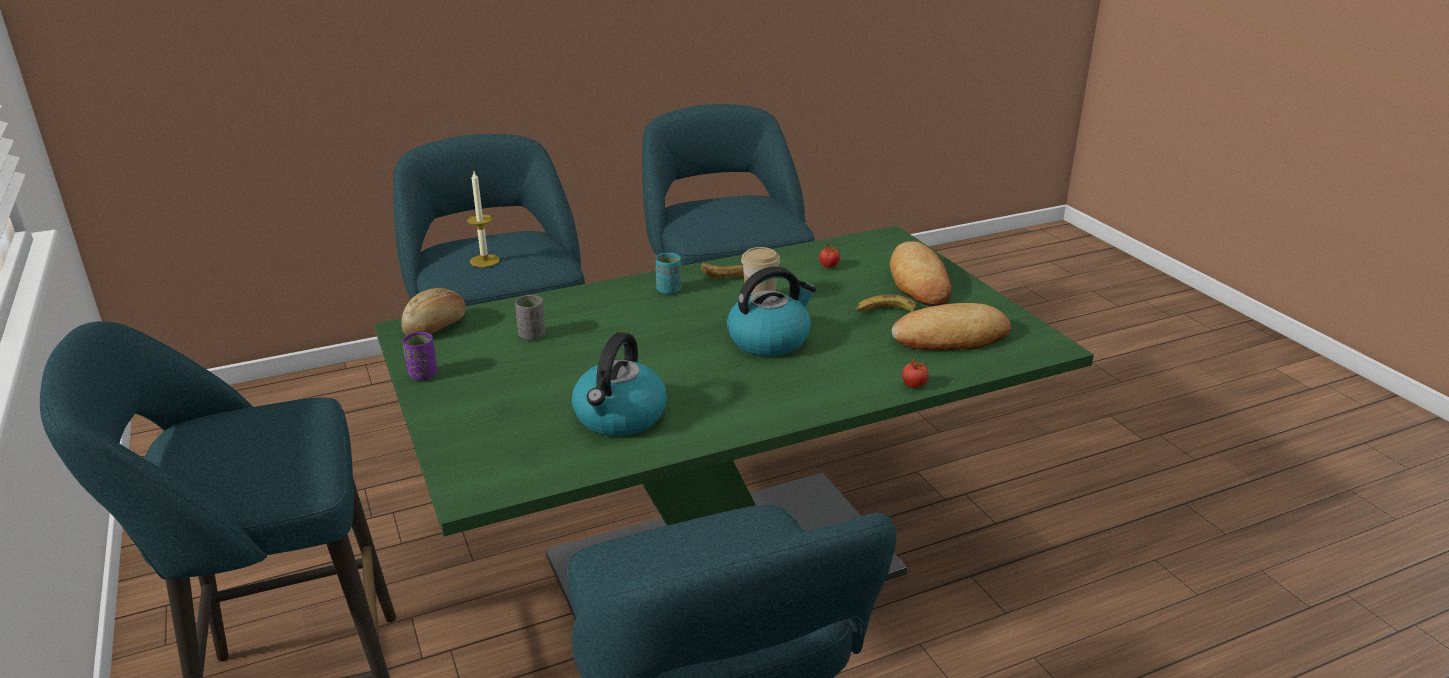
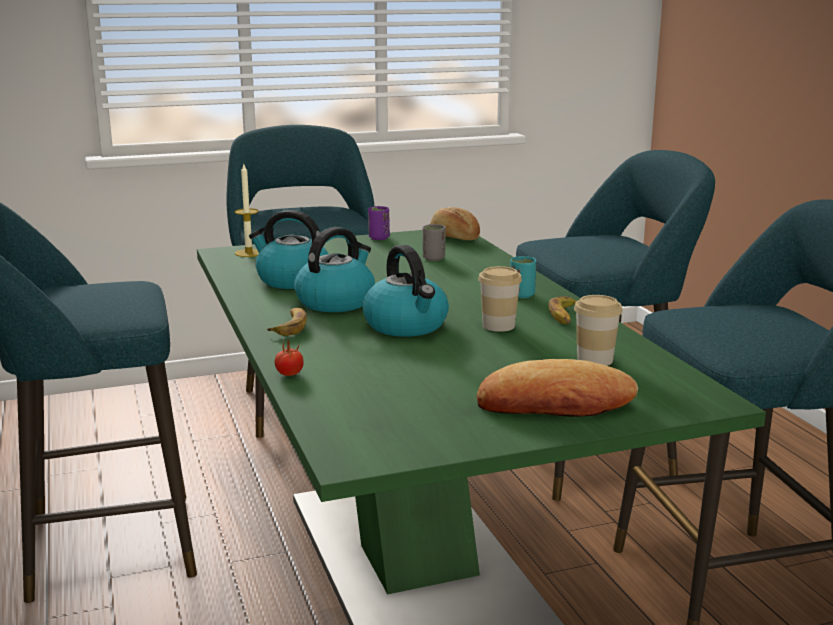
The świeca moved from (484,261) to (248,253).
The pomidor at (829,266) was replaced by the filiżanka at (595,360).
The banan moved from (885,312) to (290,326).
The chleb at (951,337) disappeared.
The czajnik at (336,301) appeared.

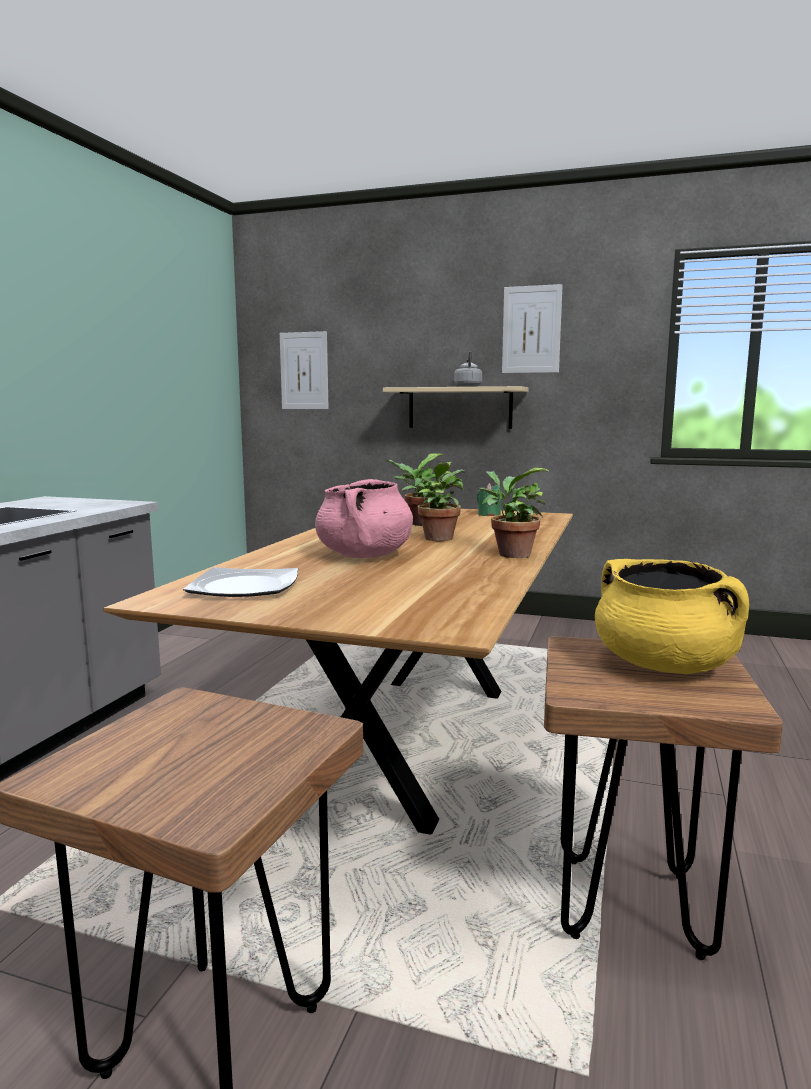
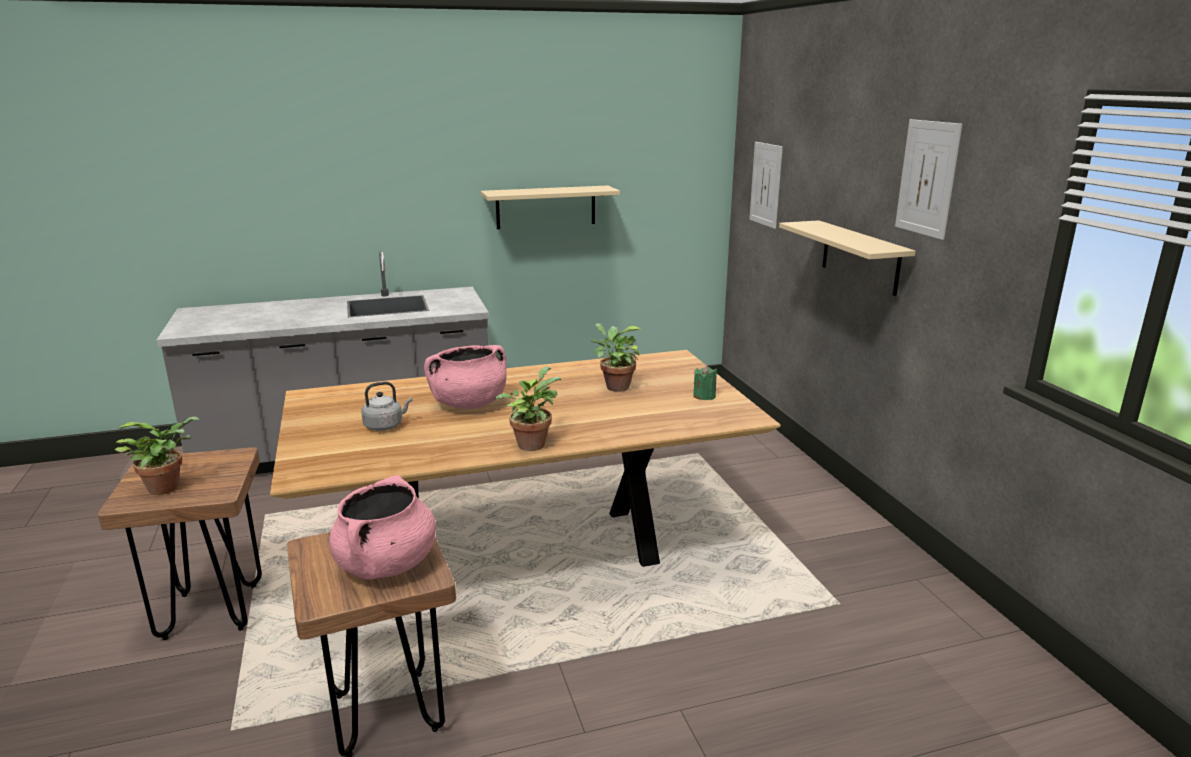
The czajnik [szary] moved from (468,386) to (385,426).
The roślina doniczkowa moved from (437,538) to (168,487).
The garnek [żółty] at (664,665) became the garnek [różowy] at (386,565).
The talerz at (245,586) disappeared.
The półka [beżowy] at (546,207) appeared.

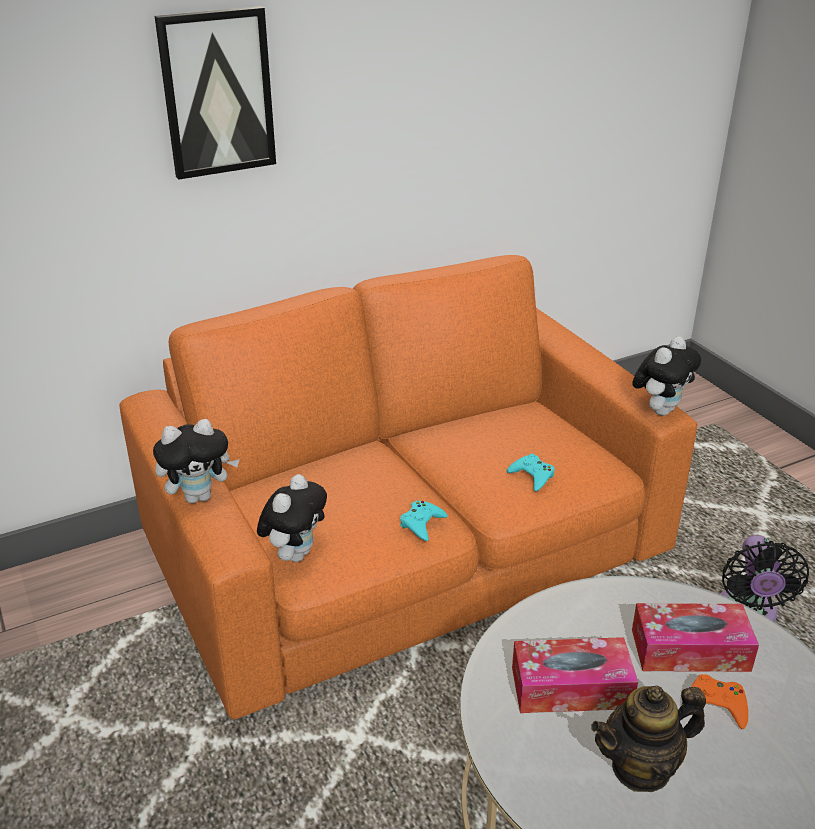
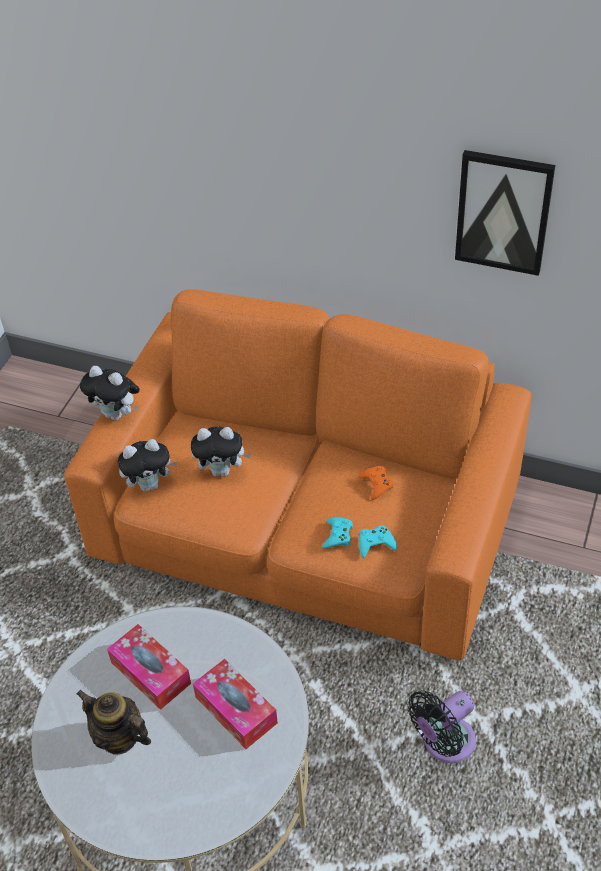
The obraz moved from (217,93) to (503,212).
The pluszak moved from (660,410) to (222,470).
The pad do gier [turkusowy] moved from (422,524) to (375,543).
The pad do gier [pomarańczowy] moved from (716,705) to (376,484).

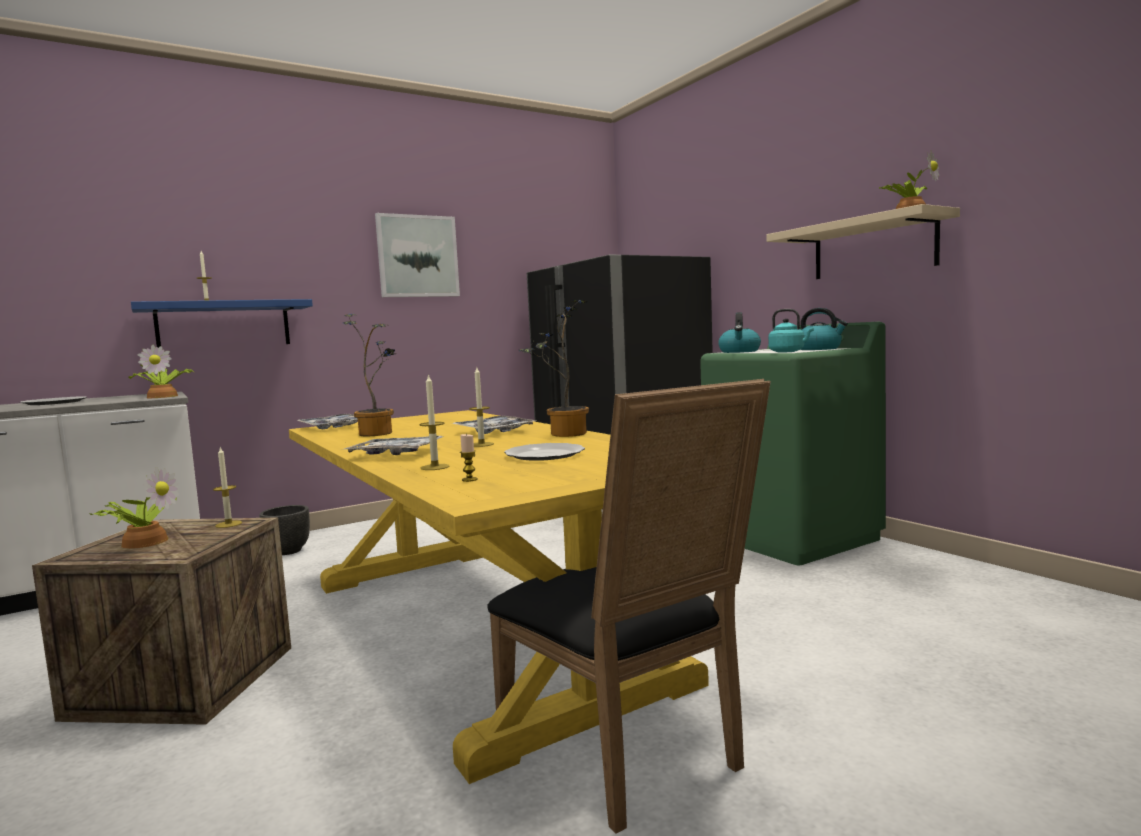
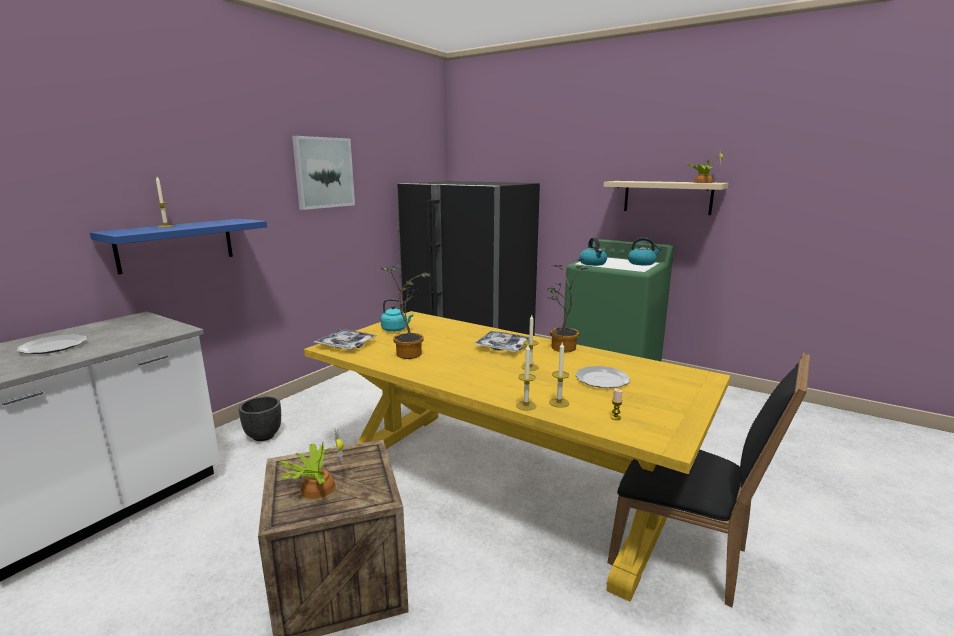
The czajnik [turkusowy] moved from (788,352) to (396,329).
The roślina doniczkowa at (164,396) disappeared.
The taca at (396,454) disappeared.
The świeca moved from (228,524) to (526,405).

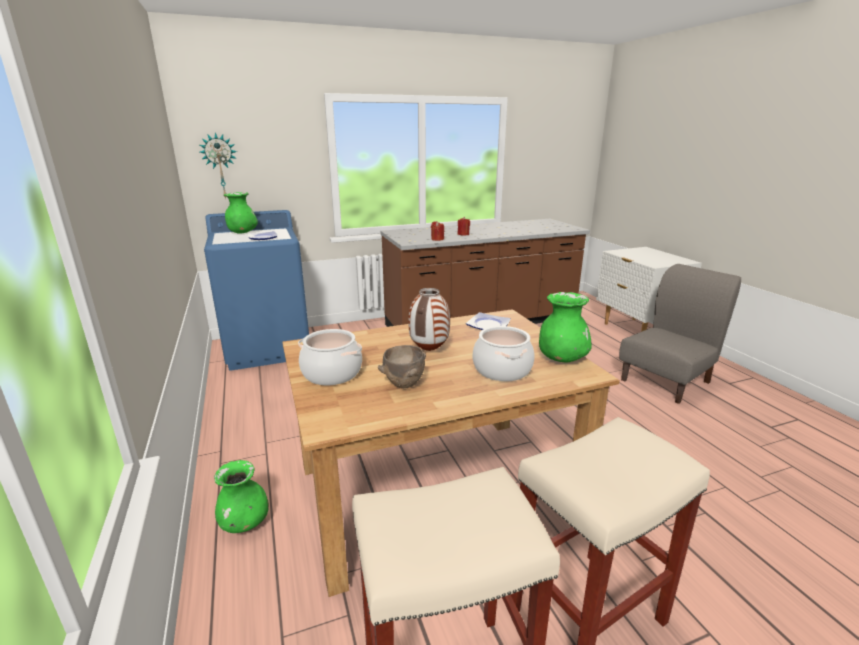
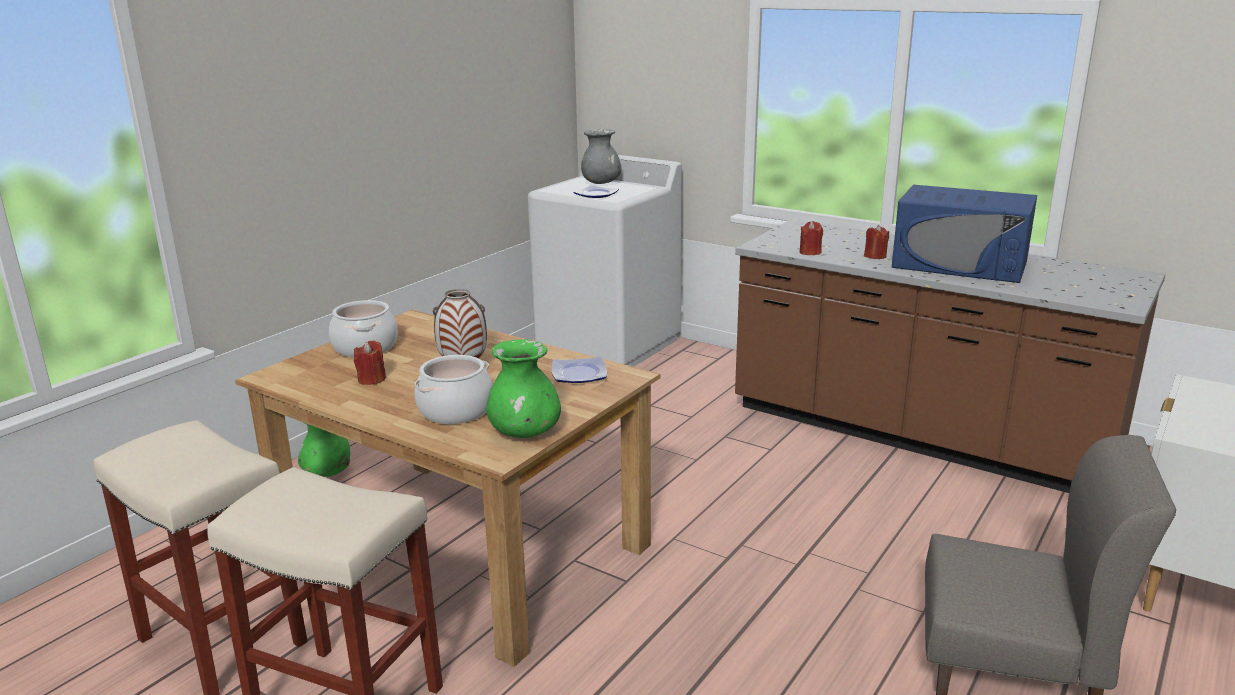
The zegar ścienny at (220,166) disappeared.
The wazon [zielony] at (242,232) became the wazon [szary] at (601,183).
The pralka [niebieski] at (268,348) became the pralka [biały] at (609,346).
The miska [brązowy] at (404,385) was replaced by the świeca [czerwony] at (371,379).
The mikrofalówka [niebieski] at (960,264) appeared.

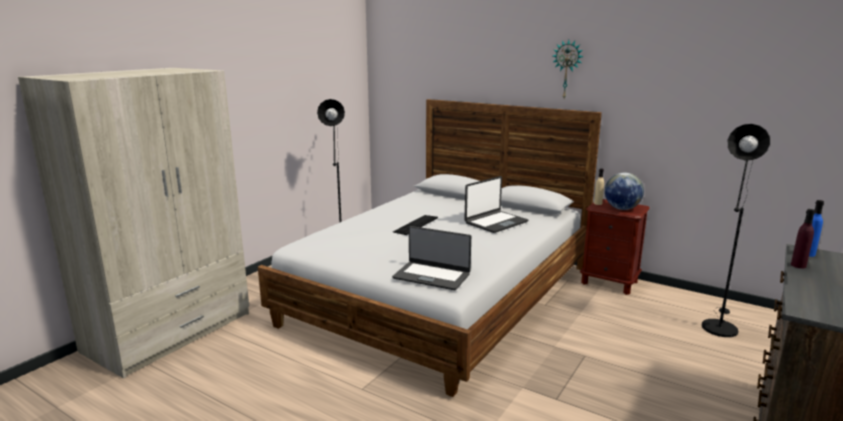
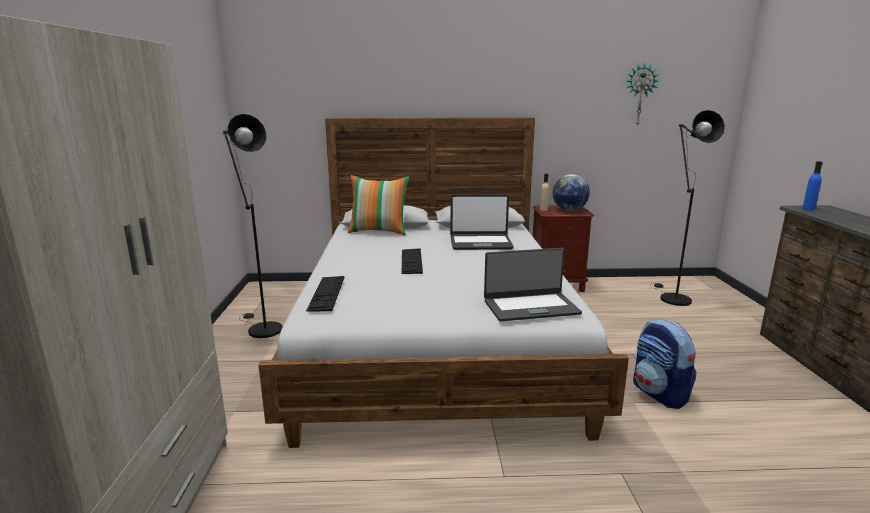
The zegar ścienny moved from (567,69) to (639,95).
The laptop at (495,222) turned 75 degrees clockwise.
The butelka [fioletowy] at (798,265) disappeared.
The poduszka at (379,231) appeared.
The klawiatura at (326,293) appeared.
The plecak at (660,394) appeared.

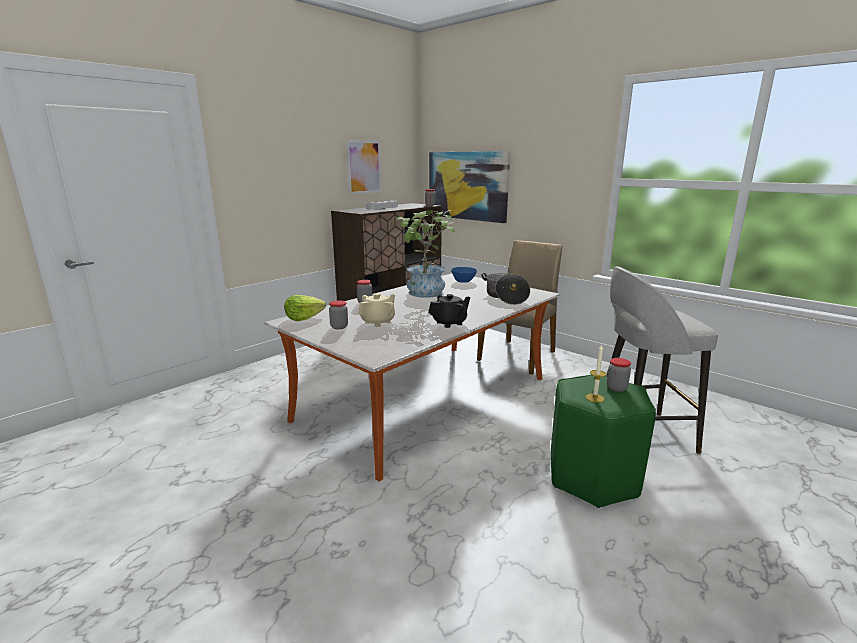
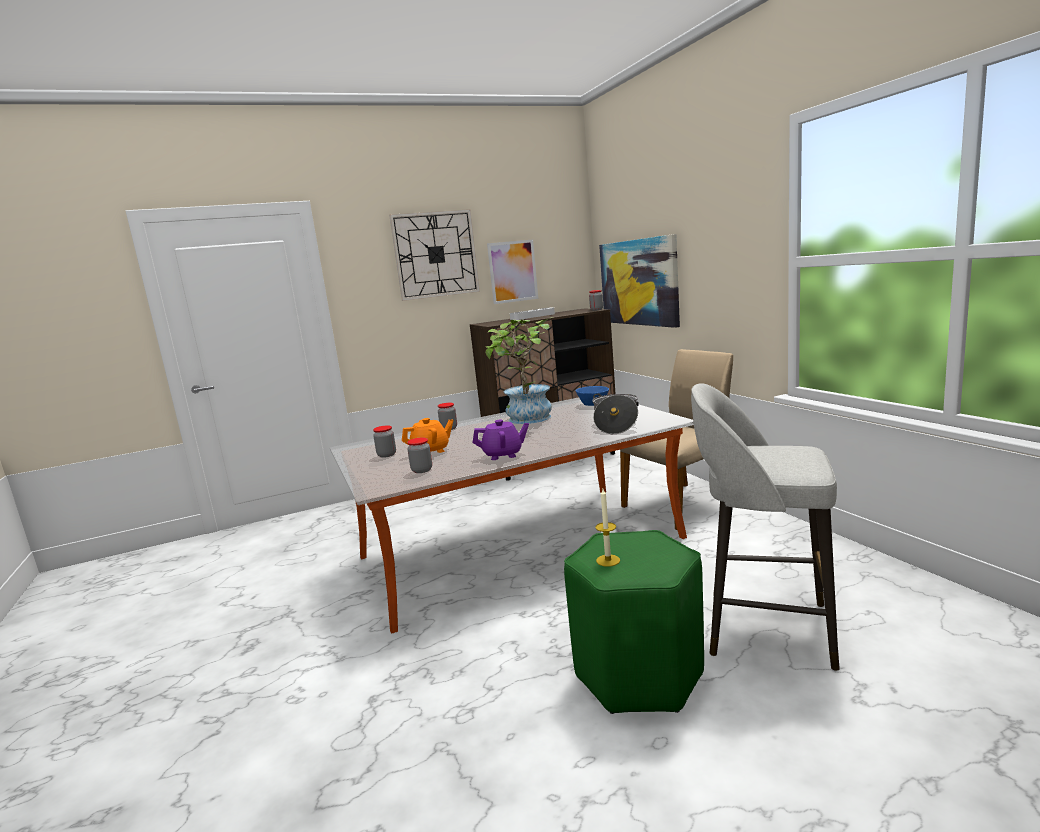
The imbryk [beżowy] at (378,322) became the imbryk [pomarańczowy] at (431,451).
The imbryk [czarny] at (450,323) became the imbryk [fioletowy] at (503,455).
The sałata at (303,318) disappeared.
The słoik moved from (616,388) to (422,470).
The zegar ścienny at (435,254) appeared.

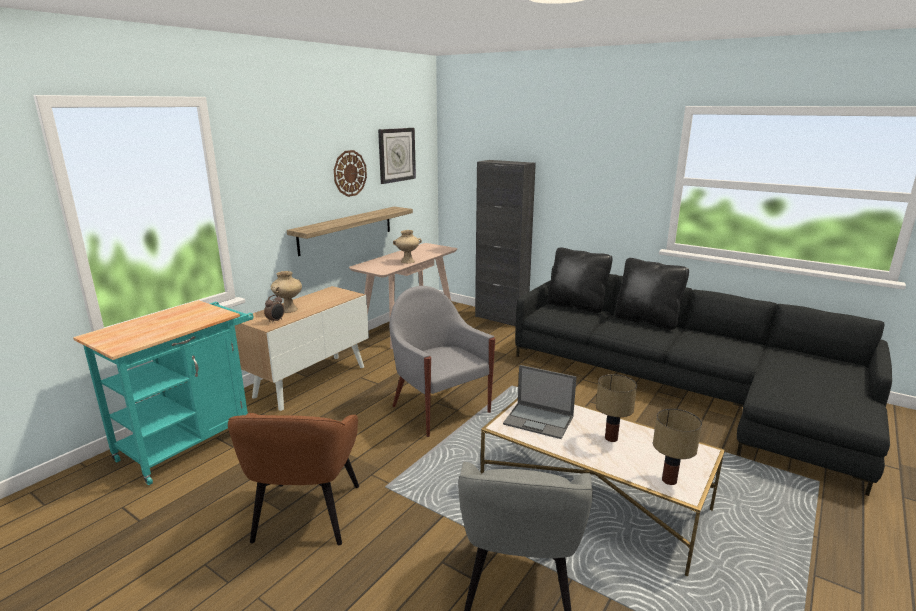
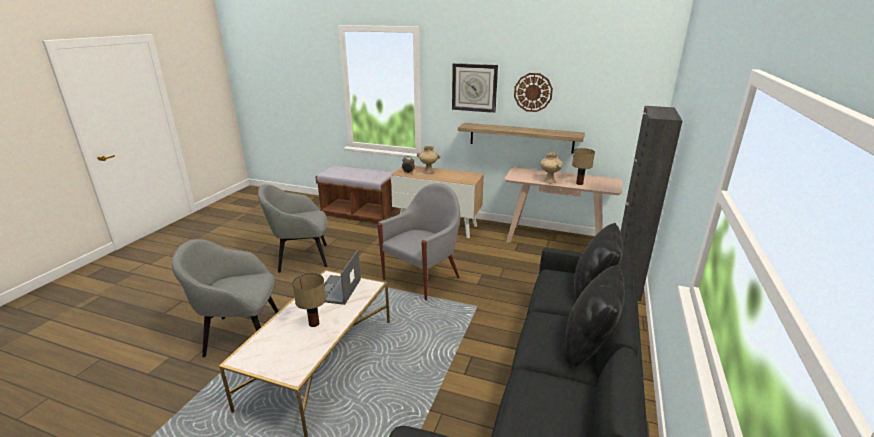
The zegar ścienny moved from (396,155) to (474,87).
The wózek [turkusowy] at (192,441) was replaced by the ławka [brązowy] at (359,214).
The lampa stołowa moved from (670,480) to (579,184).
The fotel [brązowy] at (307,515) became the fotel [szary] at (301,258).

